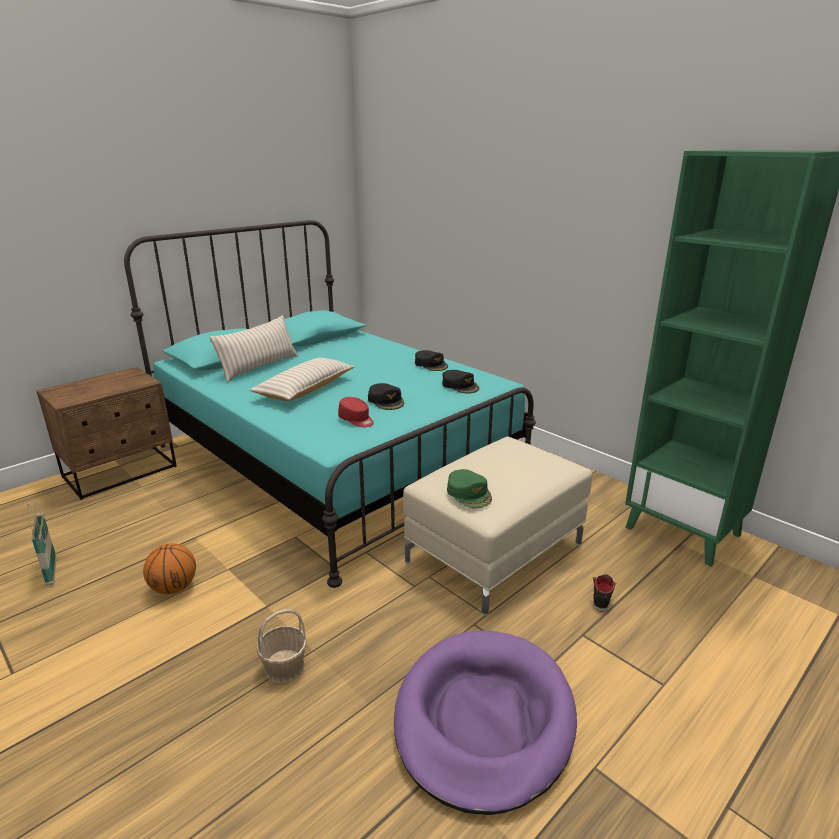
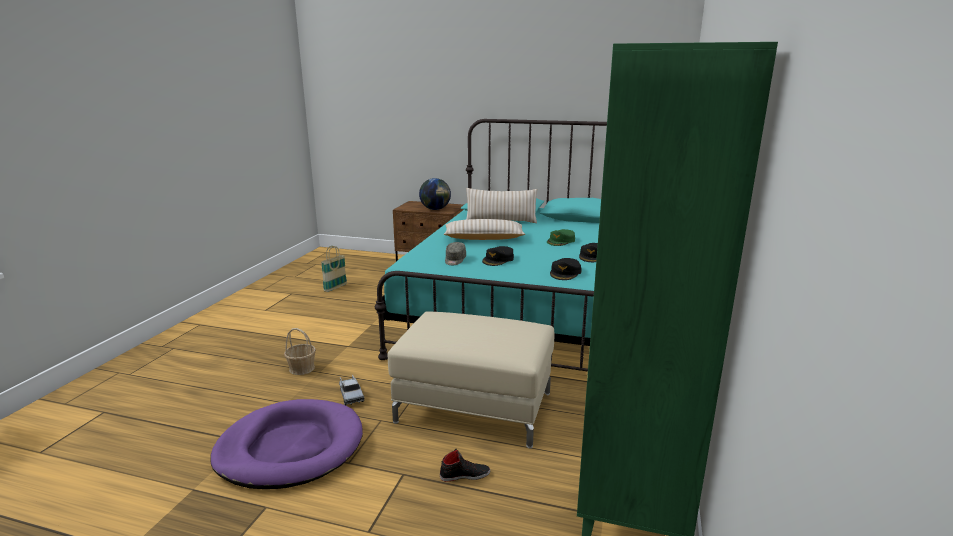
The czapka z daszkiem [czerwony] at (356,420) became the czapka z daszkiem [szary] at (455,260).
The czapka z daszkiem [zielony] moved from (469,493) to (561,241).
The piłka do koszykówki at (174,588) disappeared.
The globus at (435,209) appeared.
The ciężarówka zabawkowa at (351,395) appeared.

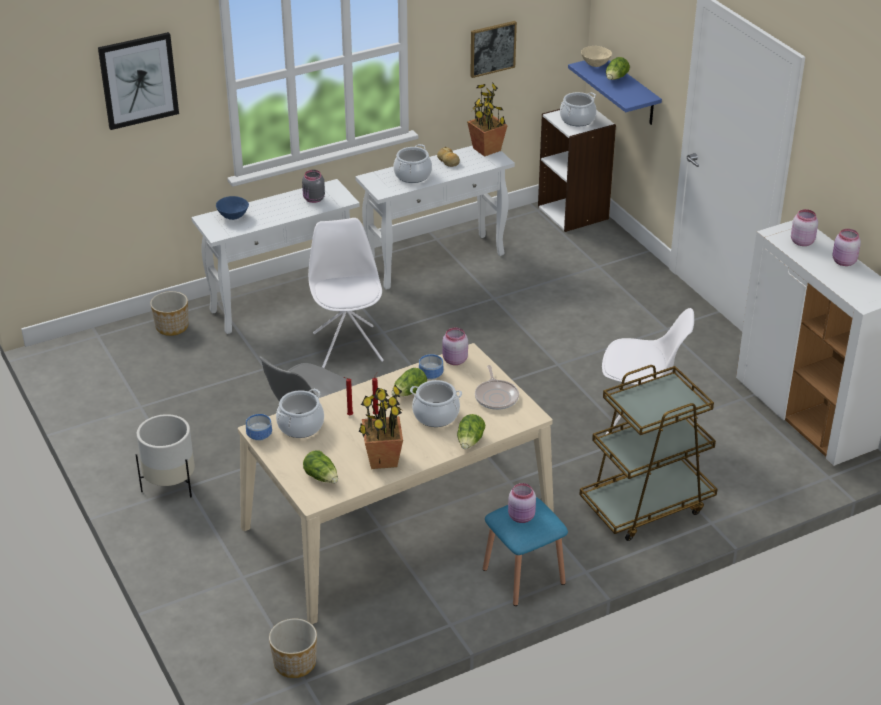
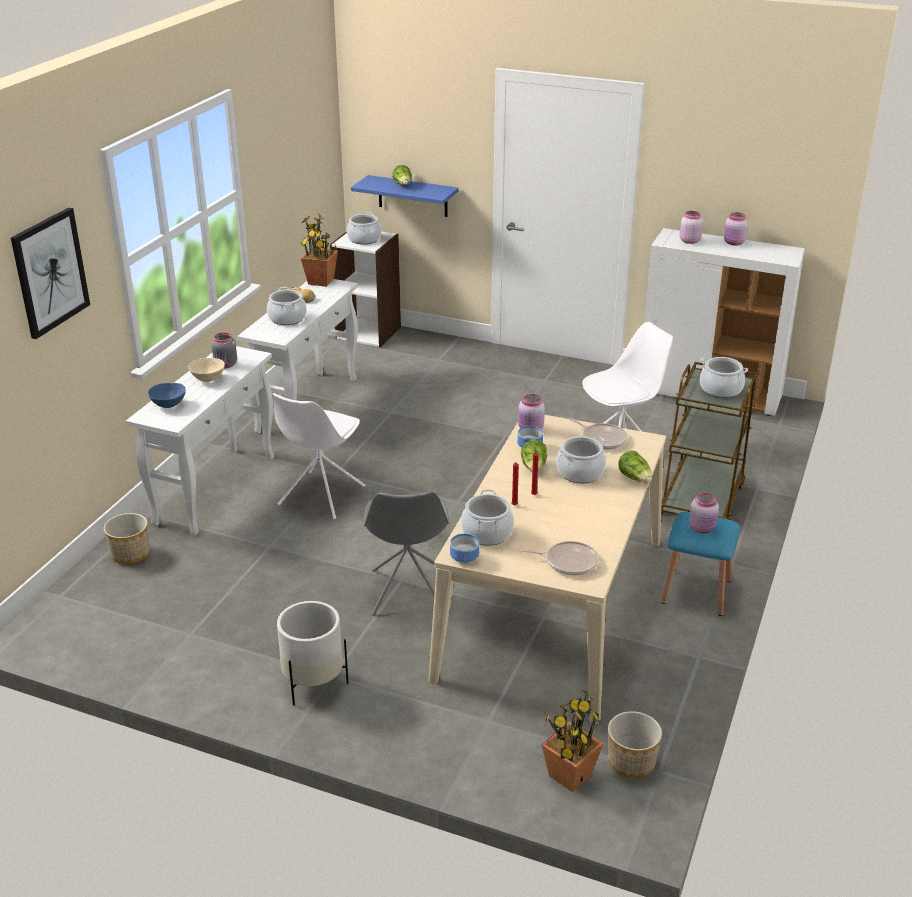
The obraz at (492,48) disappeared.
The miska [beżowy] moved from (595,65) to (208,379).
The krzesło [biały] at (348,346) turned 105 degrees counterclockwise.
The roślina doniczkowa moved from (382,459) to (569,776).
The sałata at (322,477) was replaced by the patelnia at (568,562).
The garnek at (720,389) appeared.

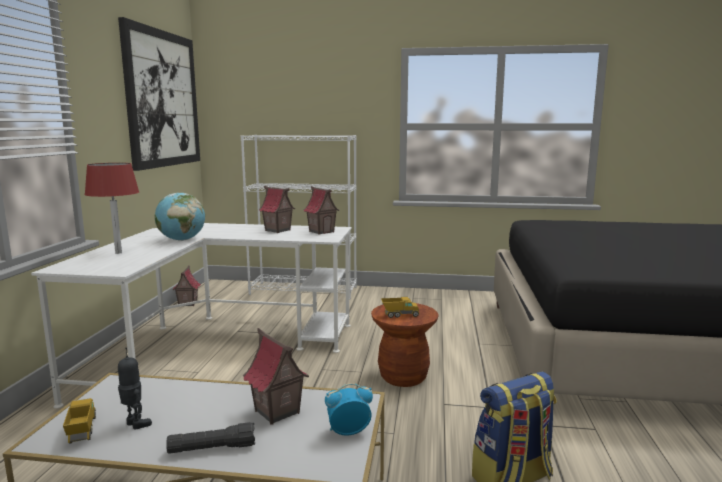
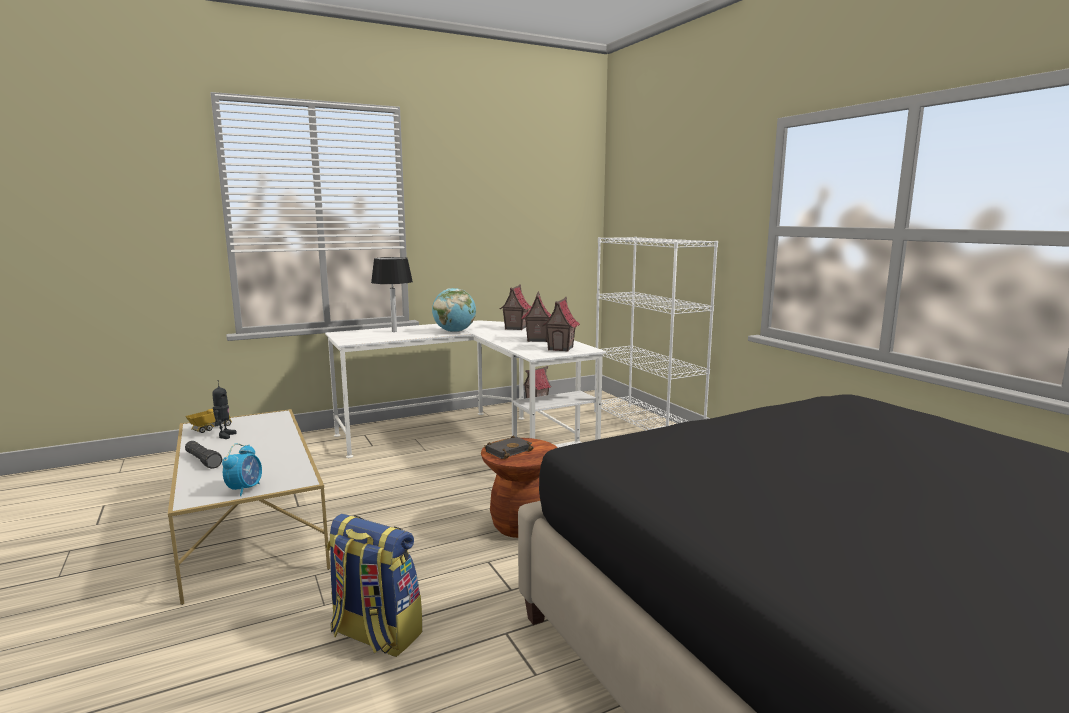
The obraz at (162,99) disappeared.
The lampa stołowa [czerwony] at (118,252) became the lampa stołowa [czarny] at (394,331).
The ciężarówka zabawkowa at (399,315) was replaced by the książka [czarny] at (508,450).
The domek moved from (276,412) to (515,328).
The budzik at (348,432) turned 60 degrees clockwise.

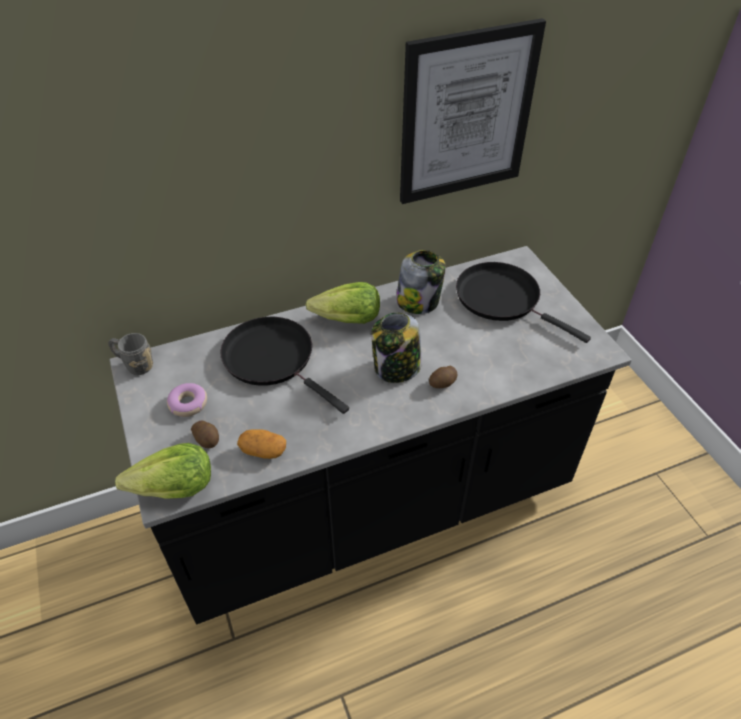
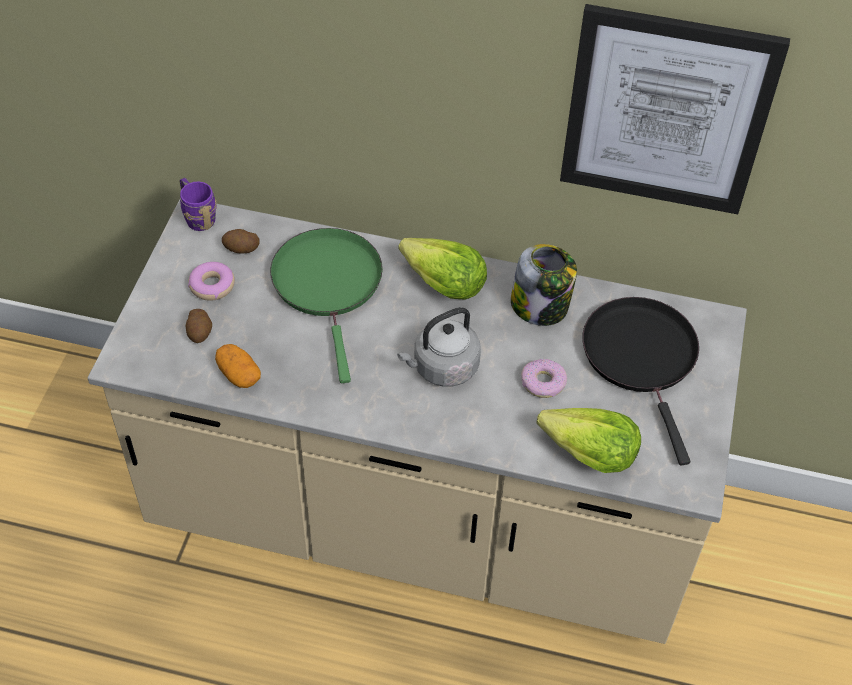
The zabudowa kuchenna [czarny] at (370,503) became the zabudowa kuchenna [beżowy] at (420,518).
The słoik at (396,368) was replaced by the czajnik [szary] at (442,368).
The patelnia [czarny] at (273,359) became the patelnia [zielony] at (329,285).
The kubek [szary] at (135,365) became the kubek [fioletowy] at (197,216).
The ziemniak moved from (443,383) to (241,249).
The sałata moved from (174,489) to (589,454).
The donut at (543,383) appeared.

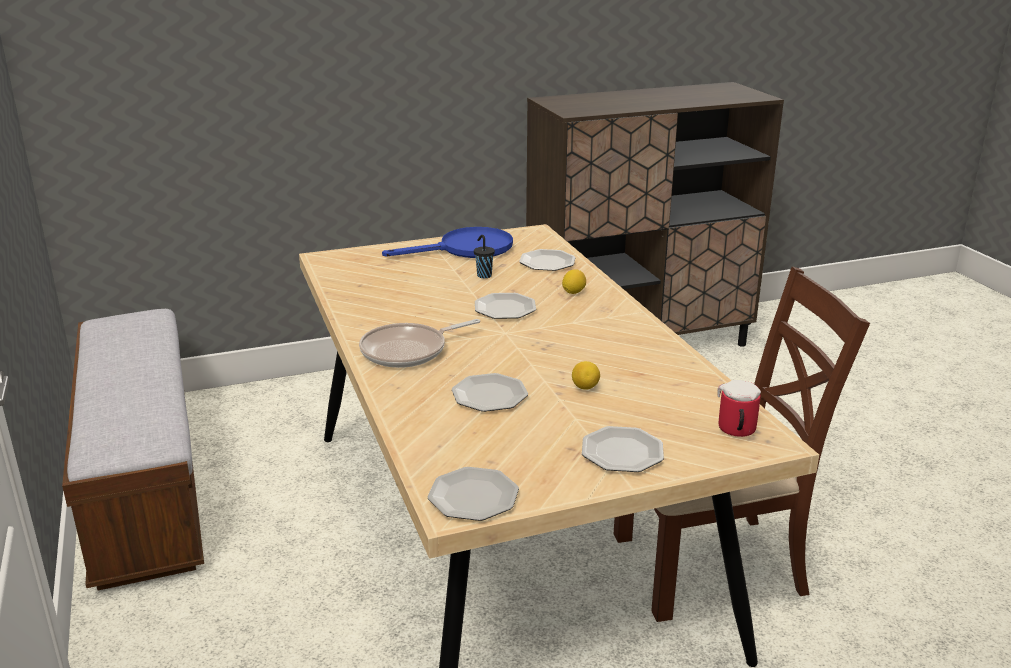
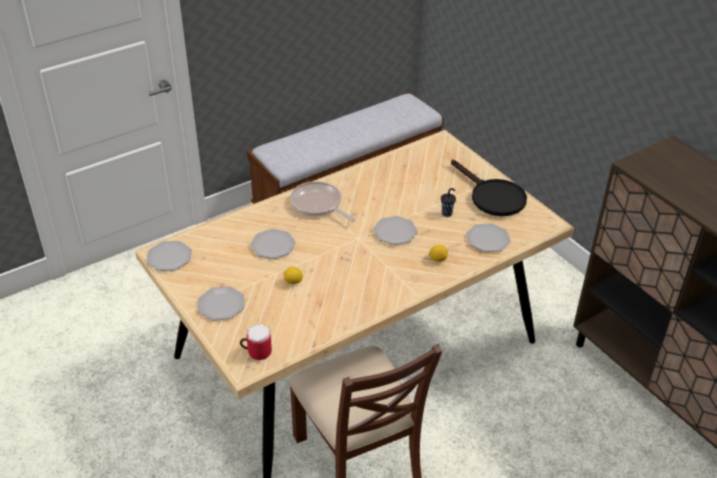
The patelnia [niebieski] at (466,249) became the patelnia [czarny] at (492,197).

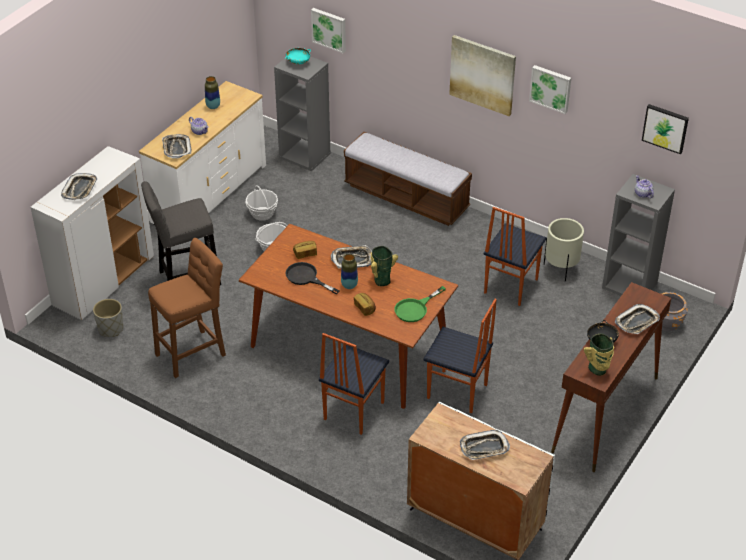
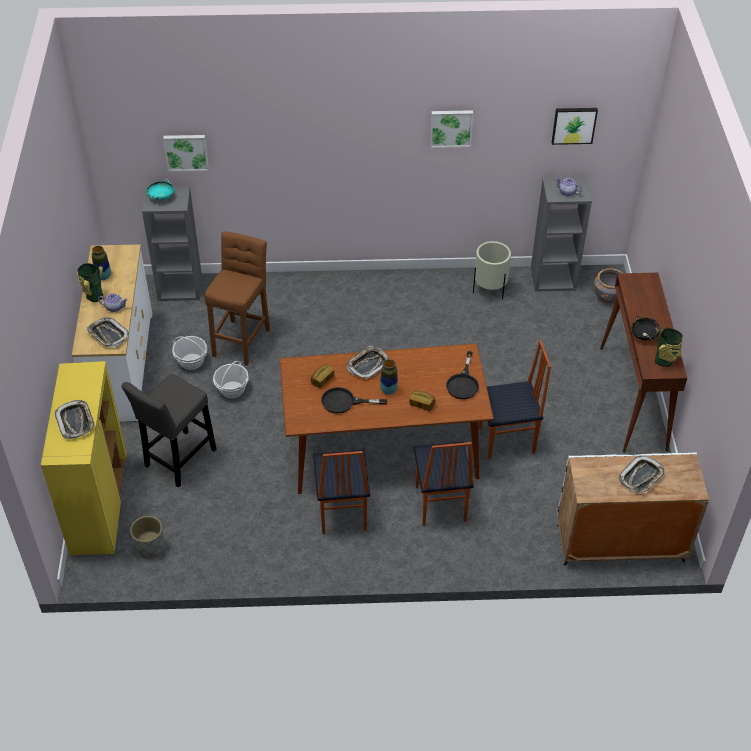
The obraz at (482,74) disappeared.
The ławka at (406,197) disappeared.
The szafka [biały] at (103,281) became the szafka [żółty] at (98,504).
The krzesło moved from (510,286) to (341,512).
The stołek [brązowy] moved from (193,352) to (242,340).
The wazon moved from (381,280) to (93,296).
The patelnia [zielony] at (415,308) became the patelnia [czarny] at (463,383).
The taca at (637,322) disappeared.

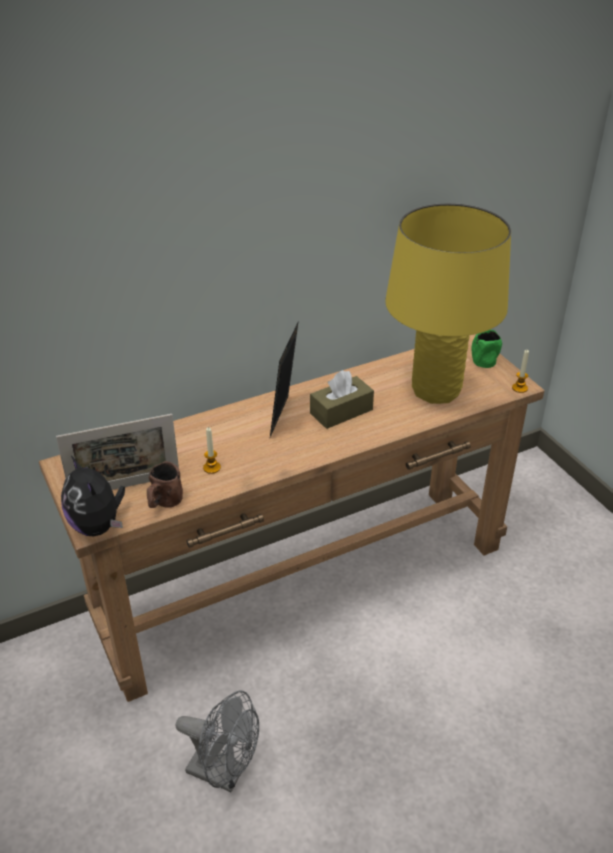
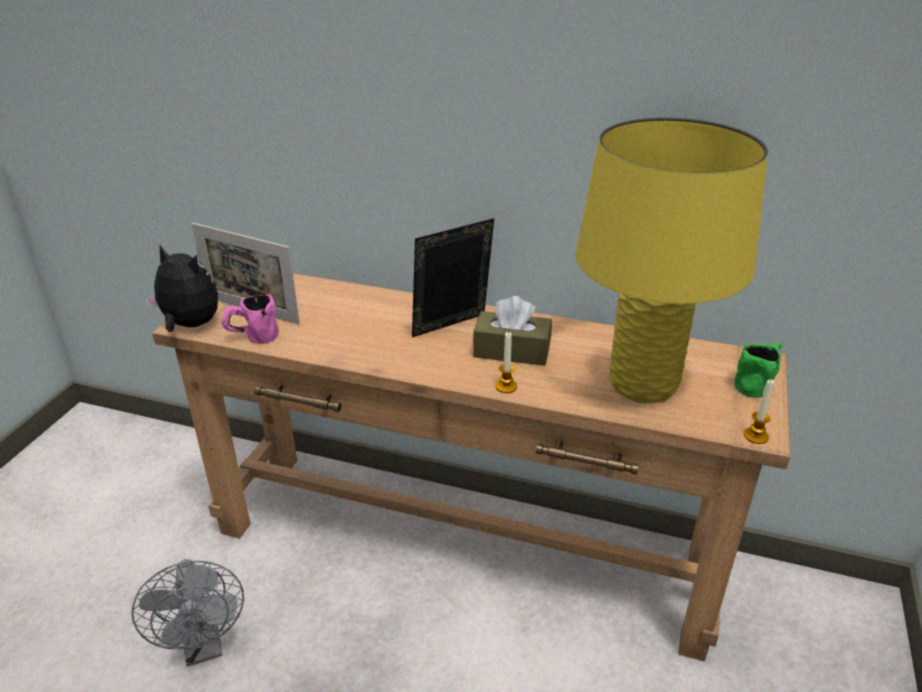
The świeca moved from (212,468) to (506,386).
The pluszak at (98,526) turned 105 degrees clockwise.
The kubek [brązowy] at (163,504) became the kubek [różowy] at (252,338).

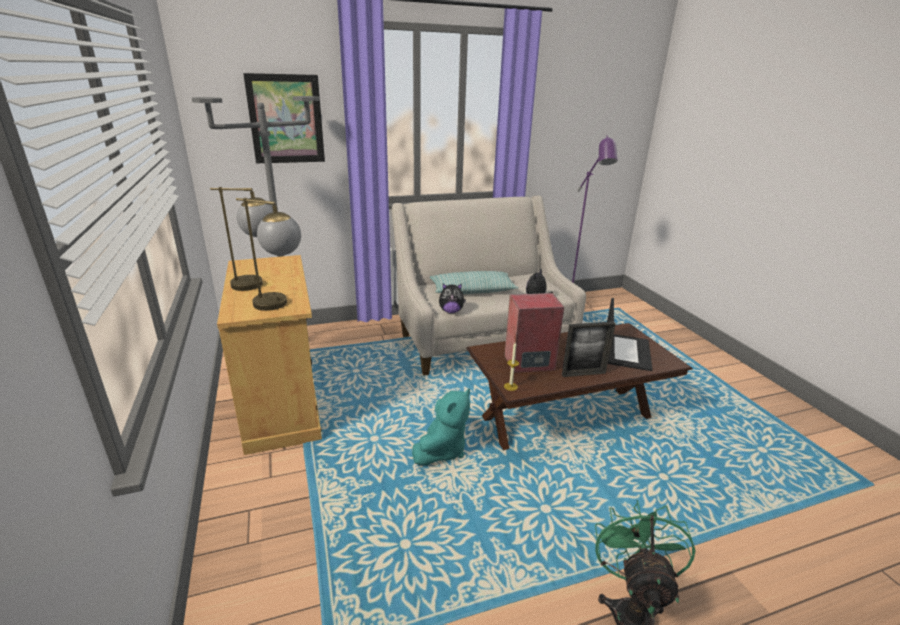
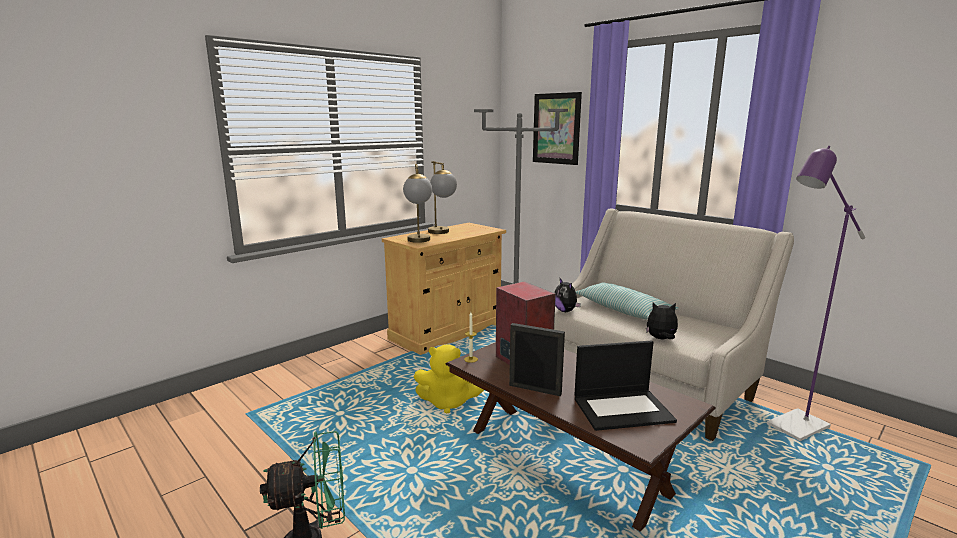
The ramka na zdjęcie at (583,374) turned 150 degrees clockwise.
The pluszak [turkusowy] at (442,450) became the pluszak [żółty] at (448,402).

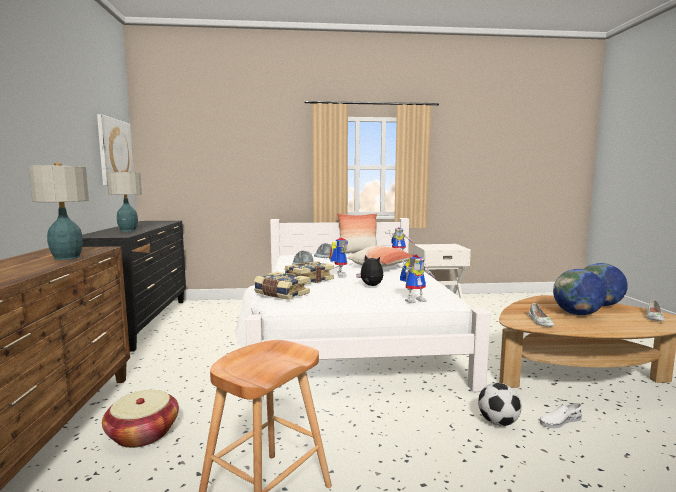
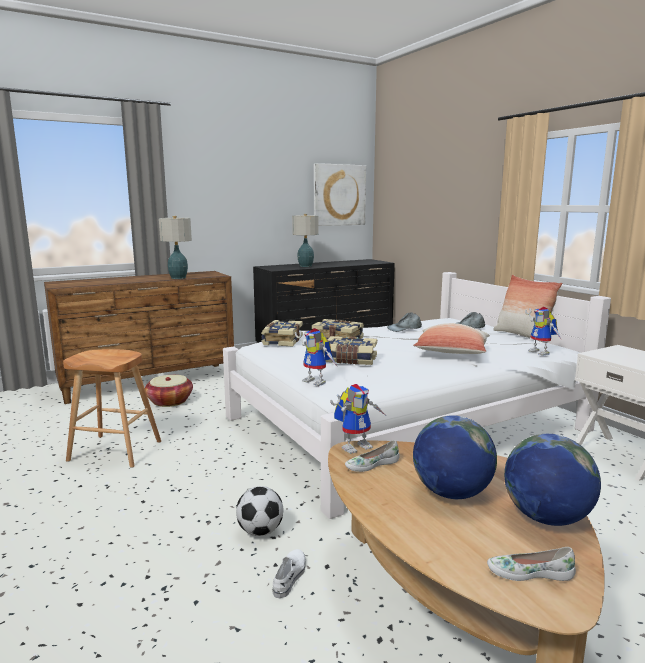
The robot zabawkowy moved from (338,274) to (356,446).
The pluszak at (370,286) was replaced by the książka at (350,360).
The but [biały] at (560,421) turned 60 degrees clockwise.

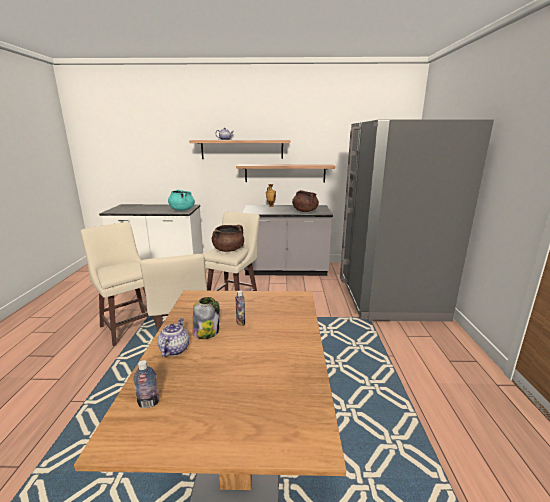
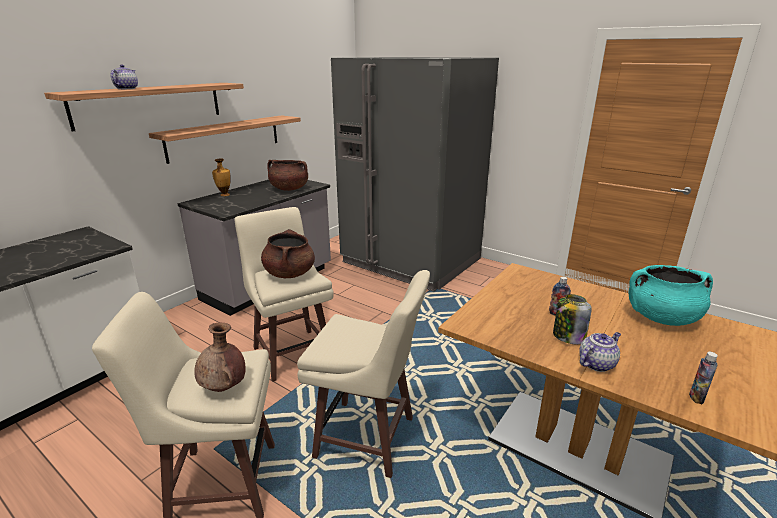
The garnek [turkusowy] moved from (182,210) to (661,317).
The imbryk at (174,349) turned 105 degrees clockwise.
The wazon [brązowy] at (224,387) appeared.

